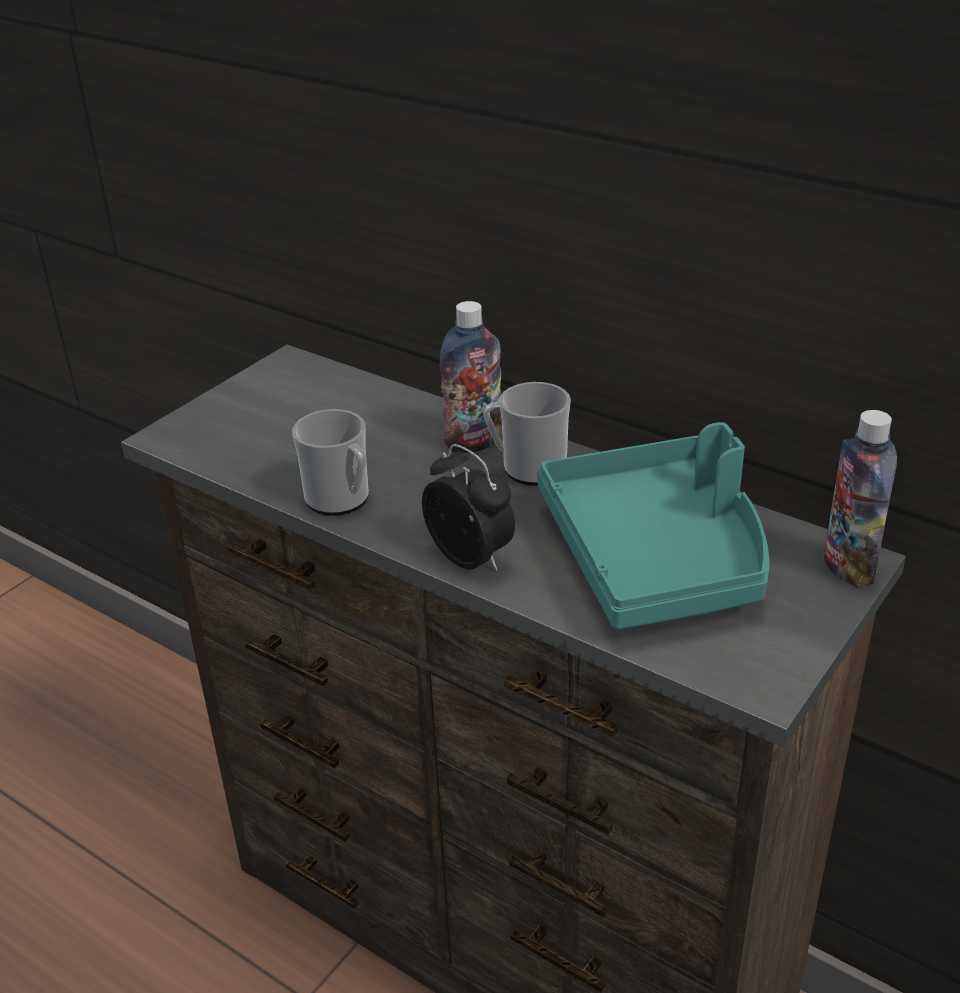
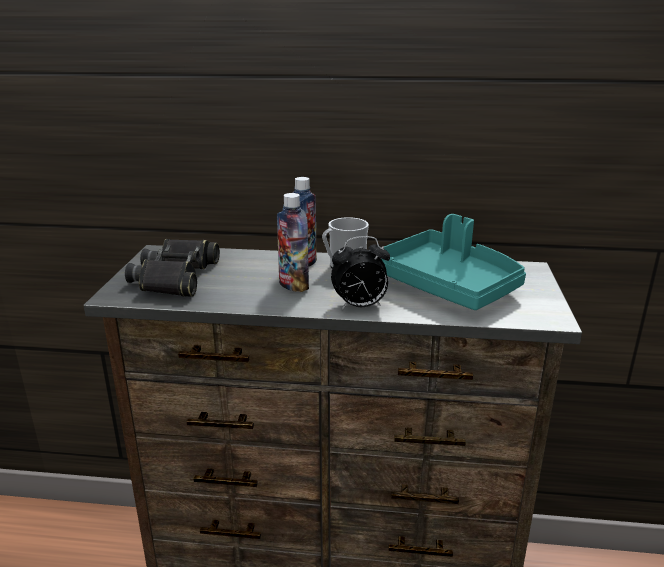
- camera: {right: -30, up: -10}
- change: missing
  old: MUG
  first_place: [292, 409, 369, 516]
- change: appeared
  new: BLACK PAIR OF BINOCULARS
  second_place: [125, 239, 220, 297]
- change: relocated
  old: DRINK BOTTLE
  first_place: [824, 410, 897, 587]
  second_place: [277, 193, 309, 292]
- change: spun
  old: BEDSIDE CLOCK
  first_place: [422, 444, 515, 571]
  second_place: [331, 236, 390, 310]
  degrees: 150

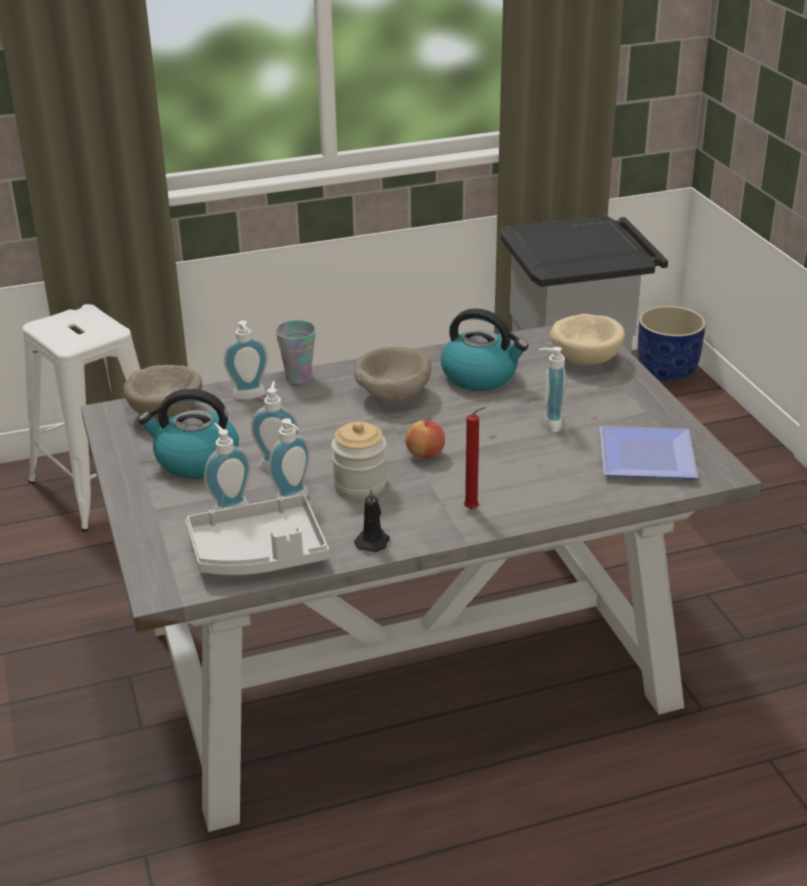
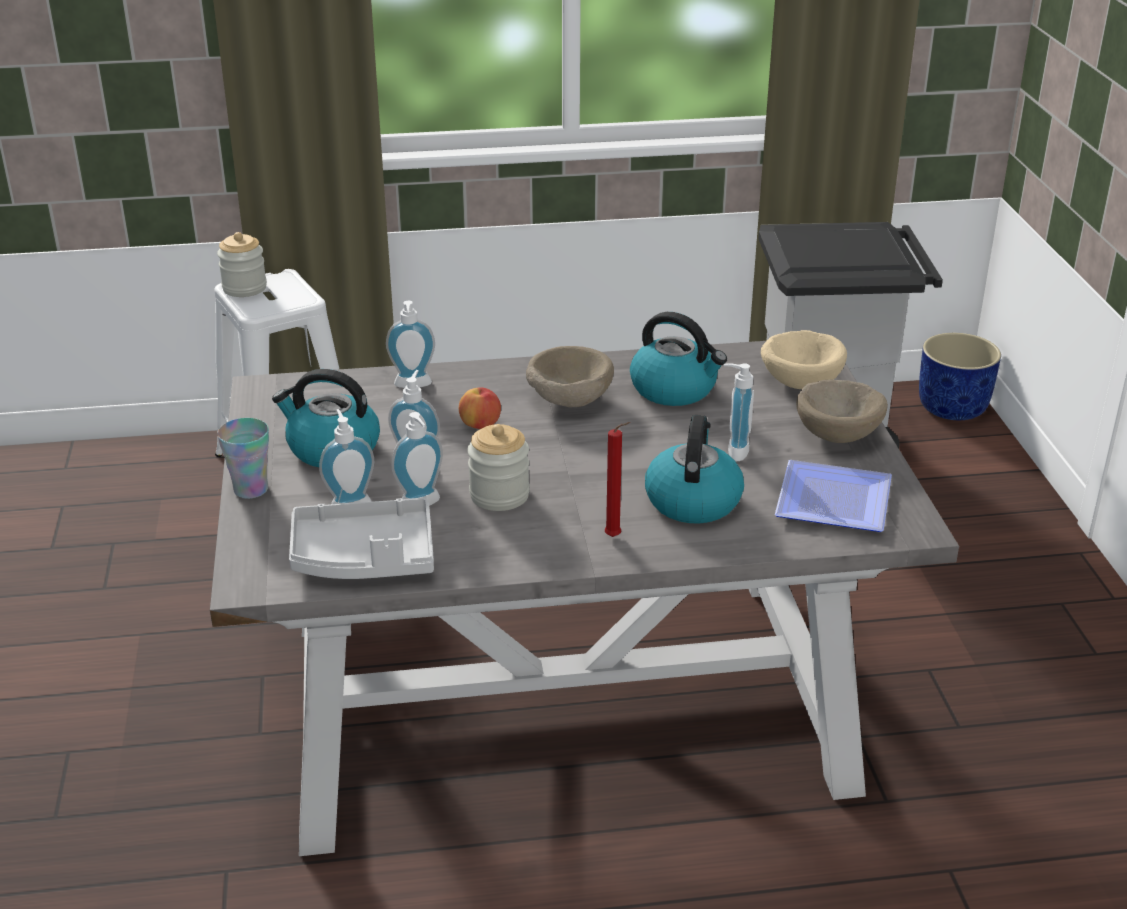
- camera: {right: 10, up: 0}
- change: missing
  old: BLACK CANDLE
  first_place: [354, 488, 390, 552]
- change: appeared
  new: PRESERVE JAR
  second_place: [217, 232, 267, 297]
- change: appeared
  new: TEA KETTLE
  second_place: [645, 415, 744, 523]
- change: relocated
  old: BEIGE-COLOURED DEEP DISH
  first_place: [123, 365, 202, 420]
  second_place: [796, 379, 888, 443]
- change: relocated
  old: DRINKING CUP
  first_place: [276, 320, 316, 384]
  second_place: [217, 418, 269, 499]
- change: relocated
  old: APPLE
  first_place: [405, 420, 445, 458]
  second_place: [459, 387, 501, 429]

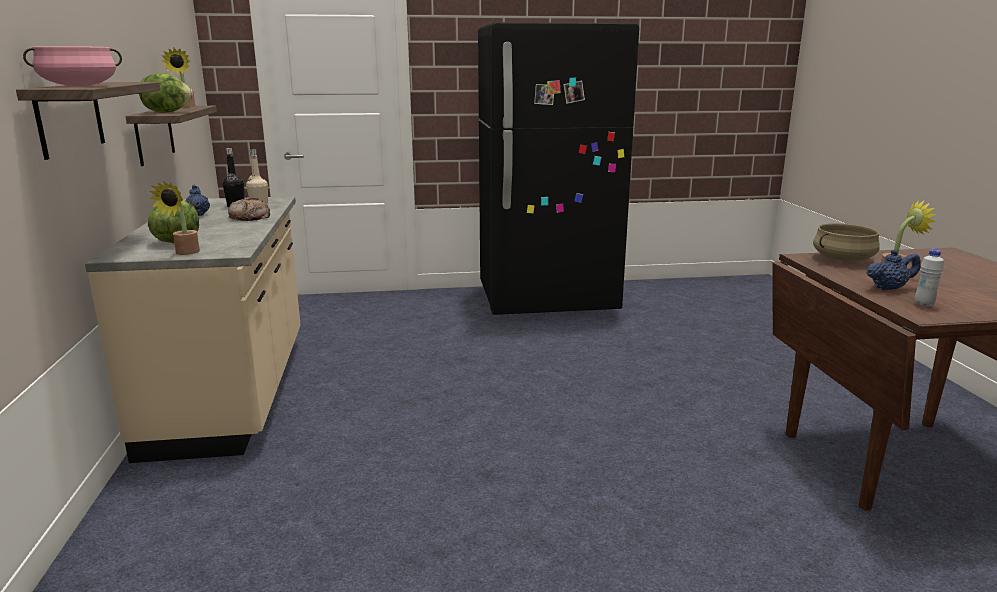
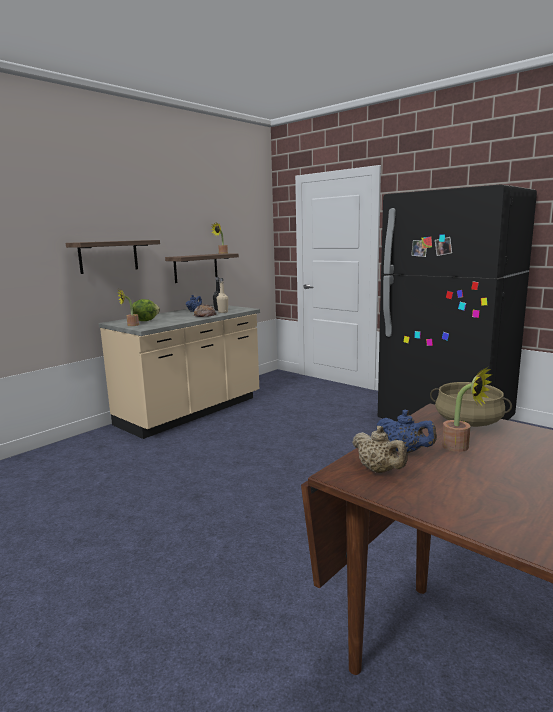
- camera: {right: 50, up: -5}
- change: missing
  old: PINKISH COOKING POT
  first_place: [23, 46, 122, 86]
- change: missing
  old: HEAD OF LETTUCE
  first_place: [139, 73, 193, 113]
- change: exchanged
  old: WHITISH DRINK BOTTLE
  new: BEIGE-COLOURED POT FOR TEA
  first_place: [915, 249, 944, 307]
  second_place: [352, 426, 408, 473]

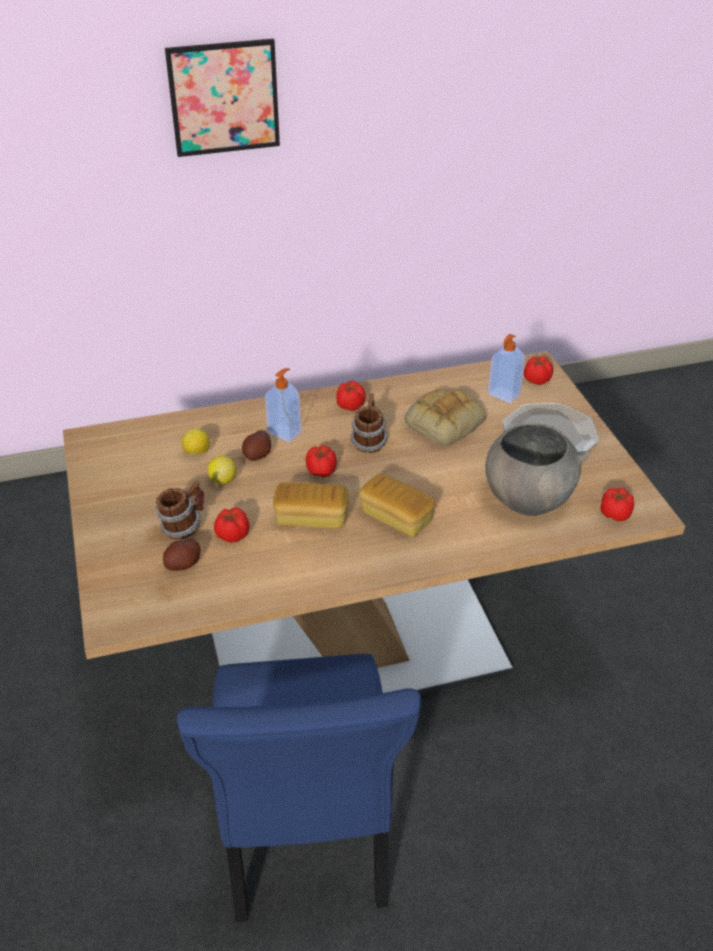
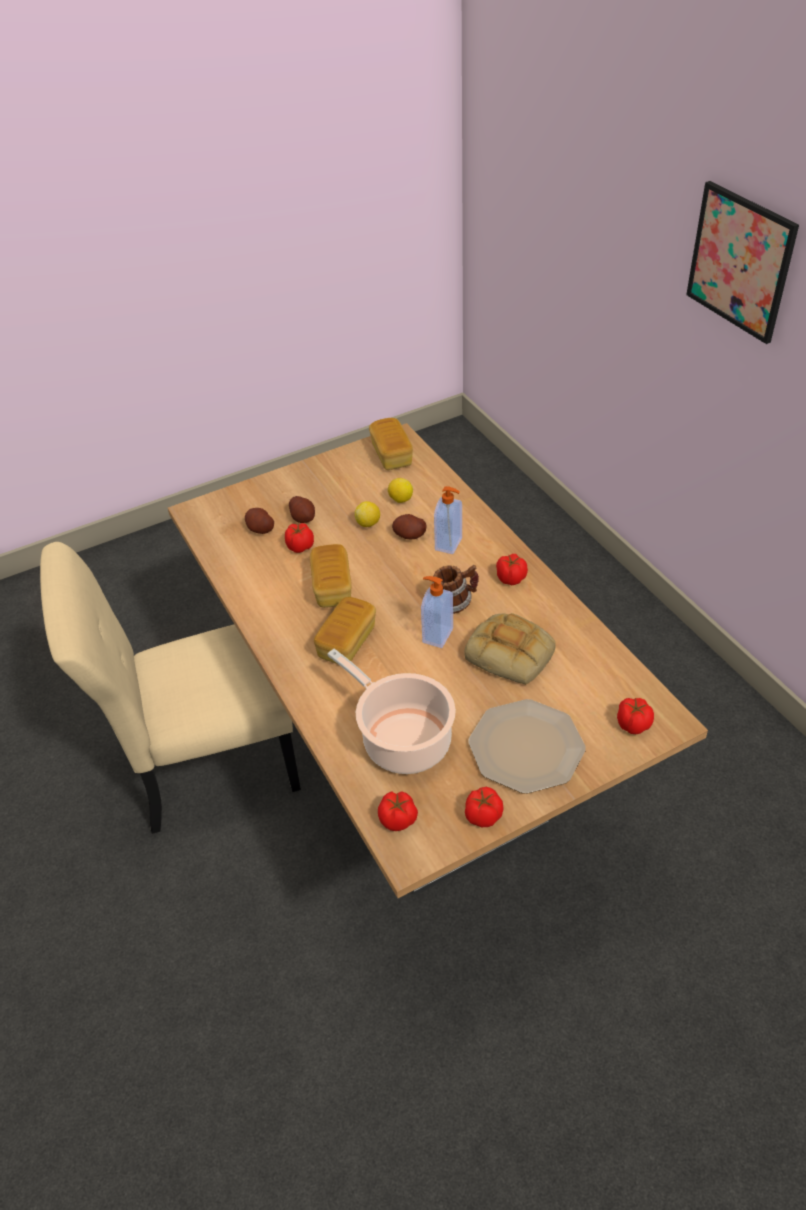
- camera: {right: 80, up: 5}
- change: appeared
  new: BAKERY BREAD
  second_place: [369, 418, 413, 470]
- change: relocated
  old: TOMATO
  first_place: [306, 445, 337, 477]
  second_place: [465, 787, 504, 827]
- change: relocated
  old: SOAP DISPENSER
  first_place: [488, 334, 525, 403]
  second_place: [421, 576, 453, 648]
- change: exchanged
  old: MUG
  new: WHOLE POTATO
  first_place: [156, 481, 204, 540]
  second_place: [289, 496, 315, 523]
- change: exchanged
  old: GREYISH DEEP DISH
  new: COOKING POT
  first_place: [485, 423, 589, 516]
  second_place: [327, 649, 456, 774]
- change: colour
  old: BLUE-COLOURED UPRIGHT CHAIR
  new: BEIGE-COLOURED UPRIGHT CHAIR
  first_place: [177, 654, 421, 922]
  second_place: [40, 542, 301, 834]

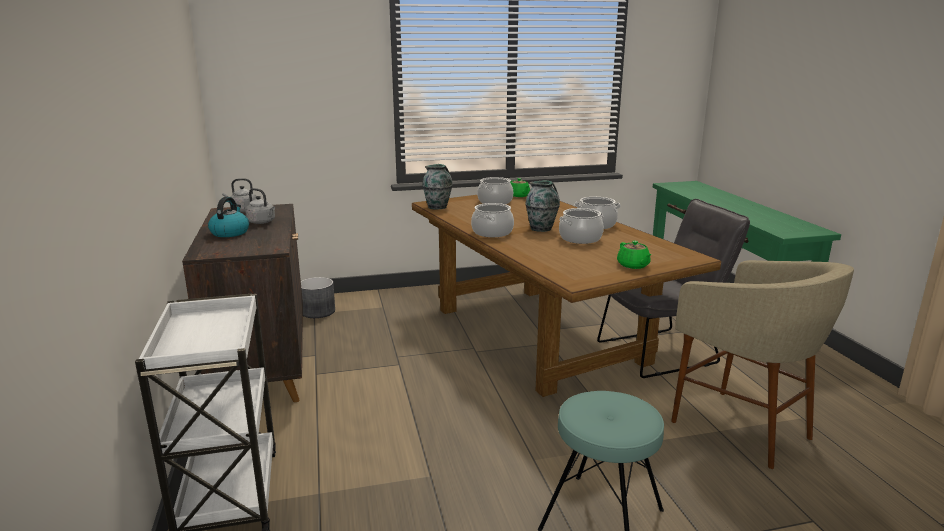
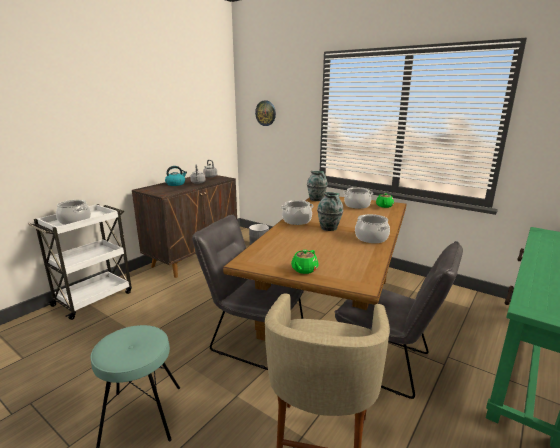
- camera: {right: 50, up: 0}
- change: appeared
  new: GREYISH UPRIGHT CHAIR
  second_place: [192, 215, 304, 370]
- change: appeared
  new: CLOCK ON THE WALL
  second_place: [255, 100, 276, 126]
- change: relocated
  old: COOKING POT
  first_place: [559, 208, 604, 244]
  second_place: [56, 200, 91, 225]

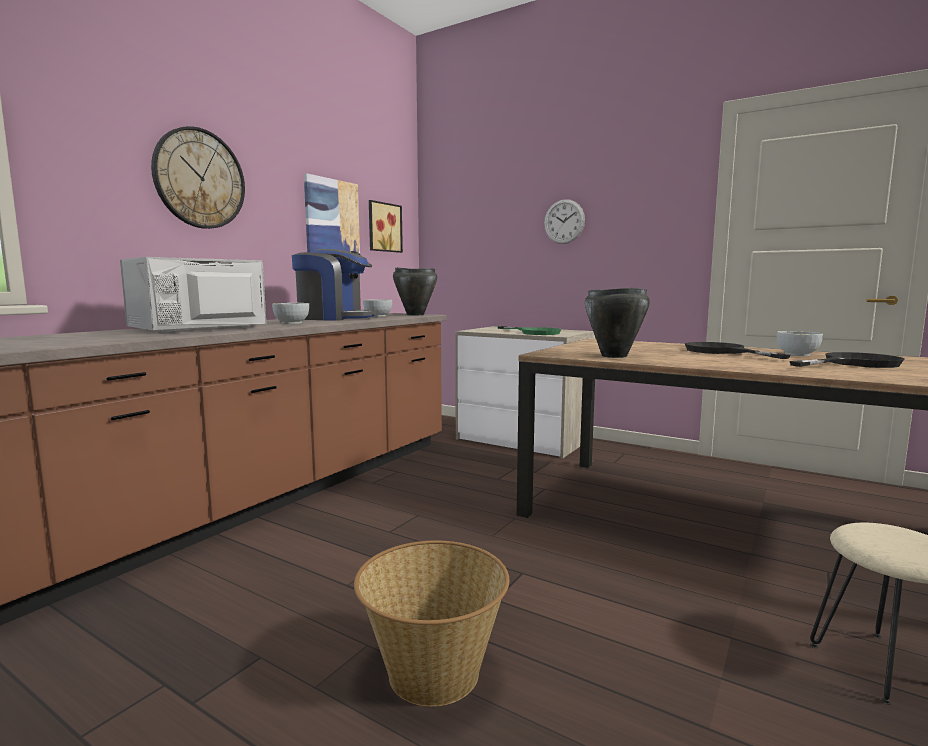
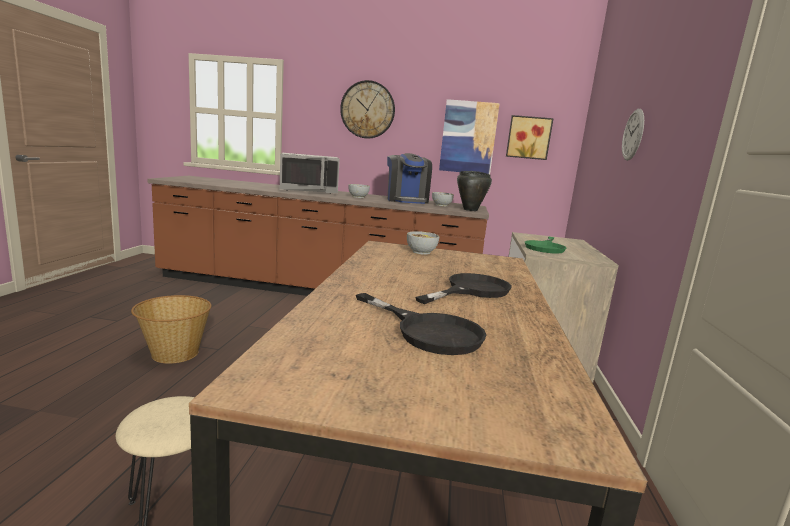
- camera: {right: 65, up: 5}
- change: missing
  old: BLACK COOKING POT
  first_place: [585, 288, 650, 358]
- change: relocated
  old: DEEP DISH
  first_place: [777, 331, 823, 356]
  second_place: [407, 231, 439, 255]
- change: spun
  old: GREYISH KITCHEN MICROWAVE
  first_place: [120, 257, 266, 333]
  second_place: [280, 153, 340, 194]
  degrees: 150

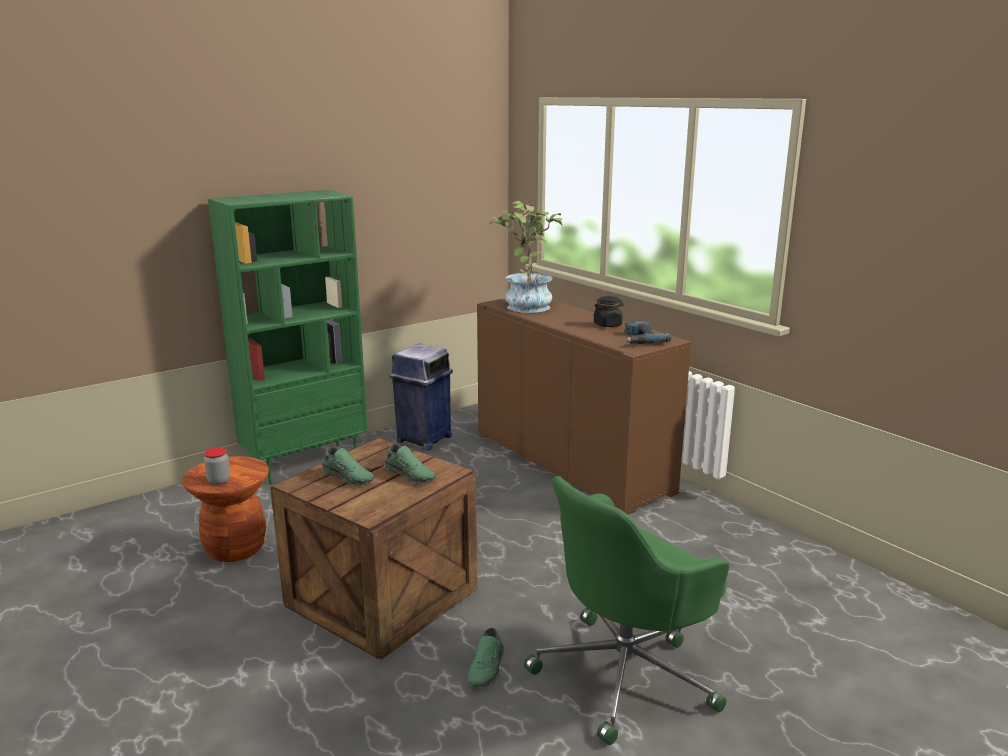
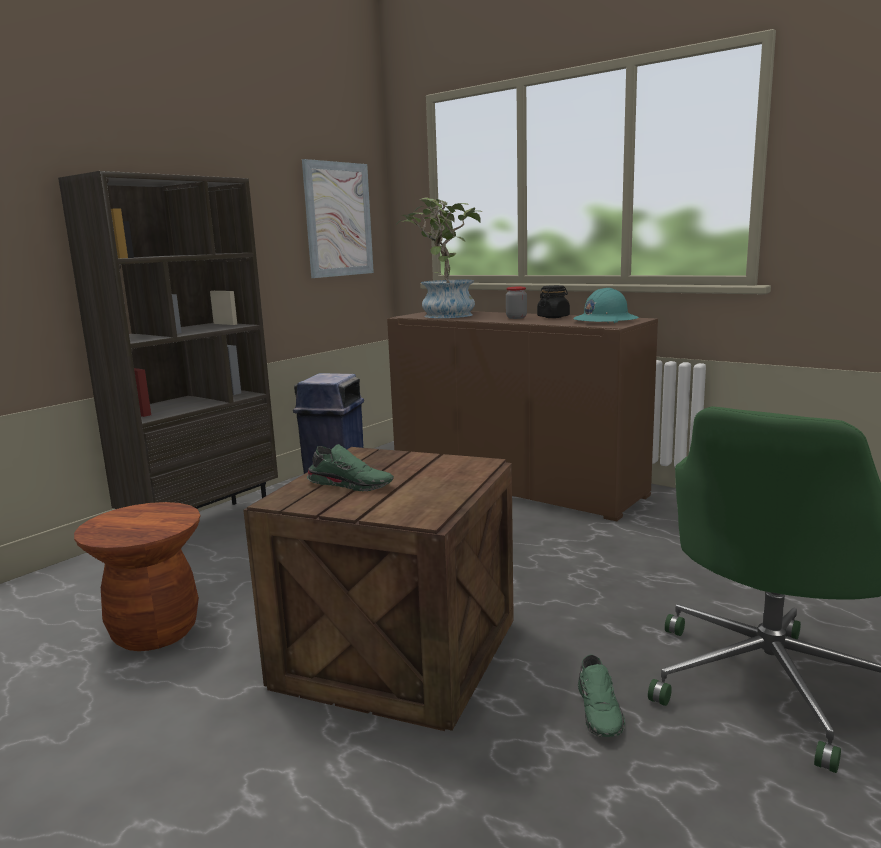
- camera: {right: -15, up: -5}
- change: missing
  old: GREENISH SHOE
  first_place: [384, 444, 436, 484]
- change: appeared
  new: PICTURE
  second_place: [302, 159, 374, 278]
- change: relocated
  old: PRESERVE JAR
  first_place: [204, 447, 230, 485]
  second_place: [506, 287, 527, 319]
- change: exchanged
  old: ELECTRIC DRILL
  new: TURQUOISE HARD HAT
  first_place: [624, 320, 672, 344]
  second_place: [573, 288, 639, 323]
- change: colour
  old: GREENISH SHELVING UNIT
  new: BROWNISH SHELVING UNIT
  first_place: [208, 190, 368, 485]
  second_place: [58, 171, 278, 509]

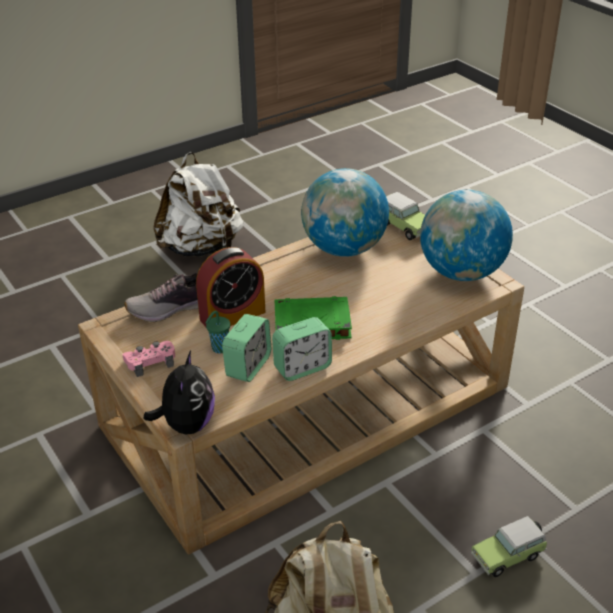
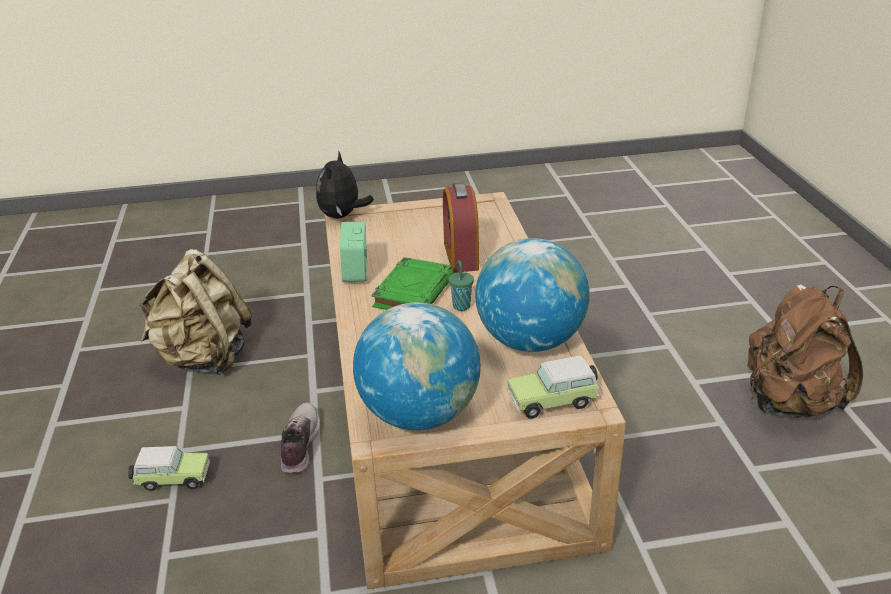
- camera: {right: 115, up: -5}
- change: missing
  old: PINKISH GAMEPAD
  first_place: [123, 341, 175, 377]
- change: missing
  old: BEDSIDE CLOCK
  first_place: [222, 314, 271, 382]
- change: relocated
  old: SHOE
  first_place: [124, 273, 199, 322]
  second_place: [281, 403, 320, 473]
- change: relocated
  old: GREENISH DRINKING CUP
  first_place: [205, 311, 230, 353]
  second_place: [448, 260, 474, 311]
- change: colour
  old: WHITISH BACKPACK
  new: BROWNISH BACKPACK
  first_place: [153, 152, 243, 257]
  second_place: [747, 284, 863, 418]
- change: spun
  old: SOFT TOY
  first_place: [144, 351, 215, 434]
  second_place: [316, 152, 374, 219]
  degrees: 75
- change: spun
  old: MINIATURE CAR
  first_place: [471, 516, 547, 577]
  second_place: [128, 446, 210, 491]
  degrees: 90

